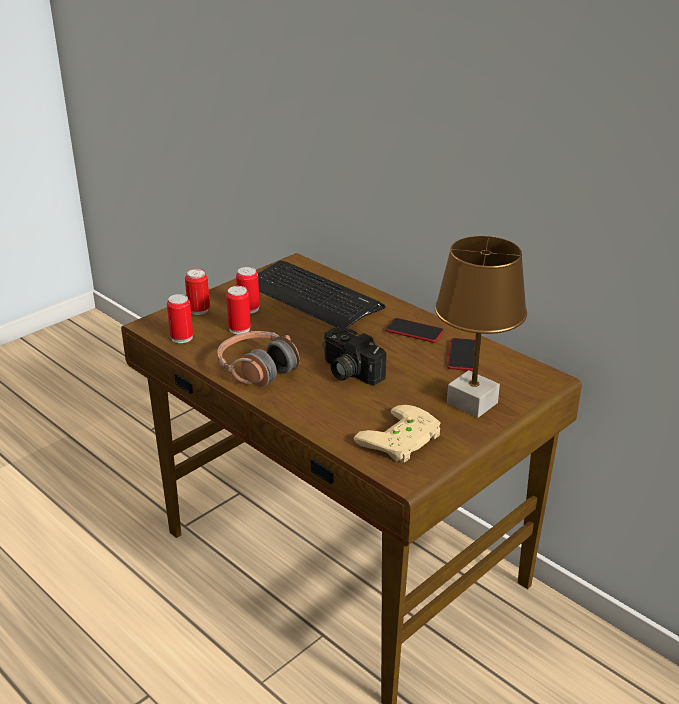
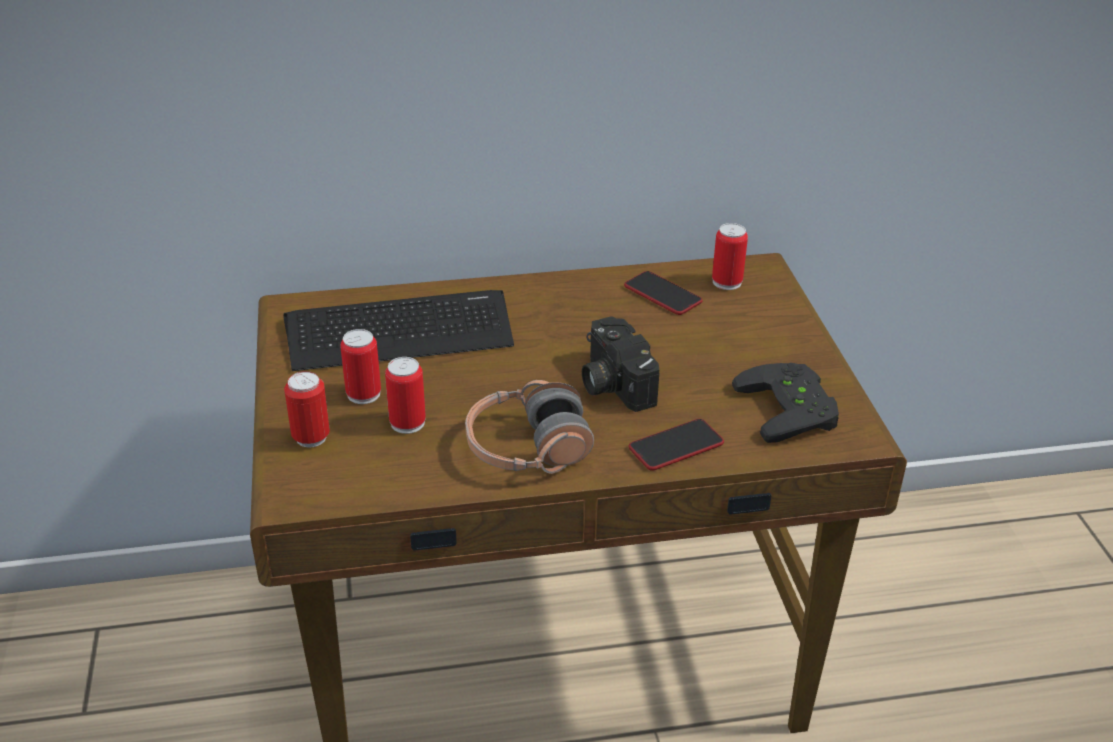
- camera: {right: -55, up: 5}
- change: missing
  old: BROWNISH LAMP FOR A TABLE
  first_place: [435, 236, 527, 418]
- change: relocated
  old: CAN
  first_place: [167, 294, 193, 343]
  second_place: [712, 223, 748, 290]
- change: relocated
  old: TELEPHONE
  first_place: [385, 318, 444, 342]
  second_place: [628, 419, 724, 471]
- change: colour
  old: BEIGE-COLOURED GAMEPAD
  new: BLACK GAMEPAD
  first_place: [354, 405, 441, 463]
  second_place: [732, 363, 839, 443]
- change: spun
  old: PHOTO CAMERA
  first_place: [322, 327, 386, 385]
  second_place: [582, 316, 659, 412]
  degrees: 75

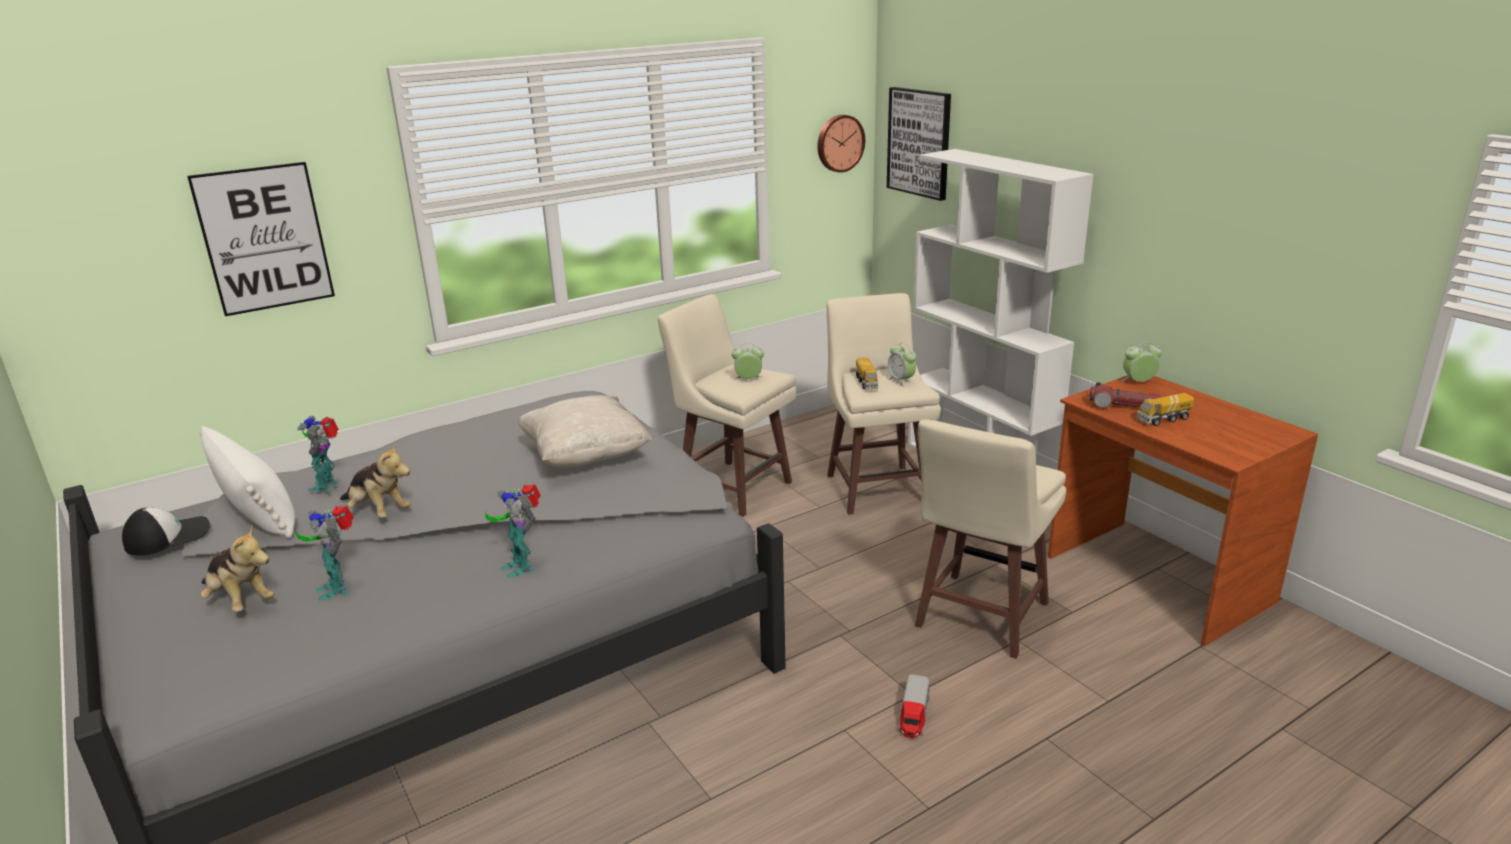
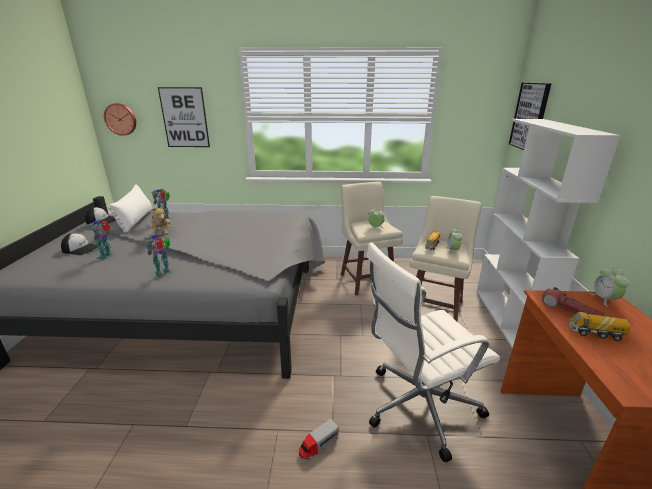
- camera: {right: 35, up: 0}
- change: missing
  old: BEIGE-COLOURED THROW PILLOW
  first_place: [518, 395, 652, 467]
- change: relocated
  old: CLOCK ON THE WALL
  first_place: [817, 115, 865, 173]
  second_place: [104, 103, 136, 136]
- change: exchanged
  old: SOFT TOY
  new: PEAKED CAP
  first_place: [200, 525, 274, 612]
  second_place: [61, 233, 97, 255]
- change: exchanged
  old: BEIGE-COLOURED SITTING STOOL
  new: WHITISH DESK CHAIR
  first_place: [915, 419, 1066, 659]
  second_place: [366, 242, 500, 463]
- change: spun
  old: MODEL ROBOT
  first_place: [485, 484, 541, 578]
  second_place: [145, 233, 172, 277]
  degrees: 45
- change: spun
  old: BEDSIDE CLOCK
  first_place: [1120, 341, 1162, 382]
  second_place: [590, 268, 629, 307]
  degrees: -120

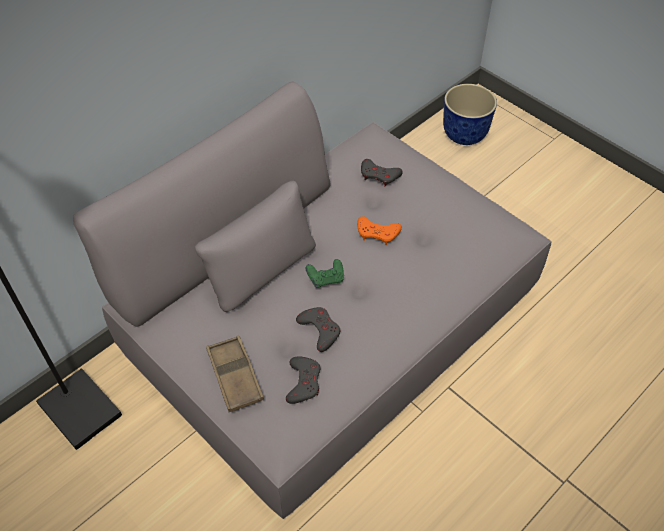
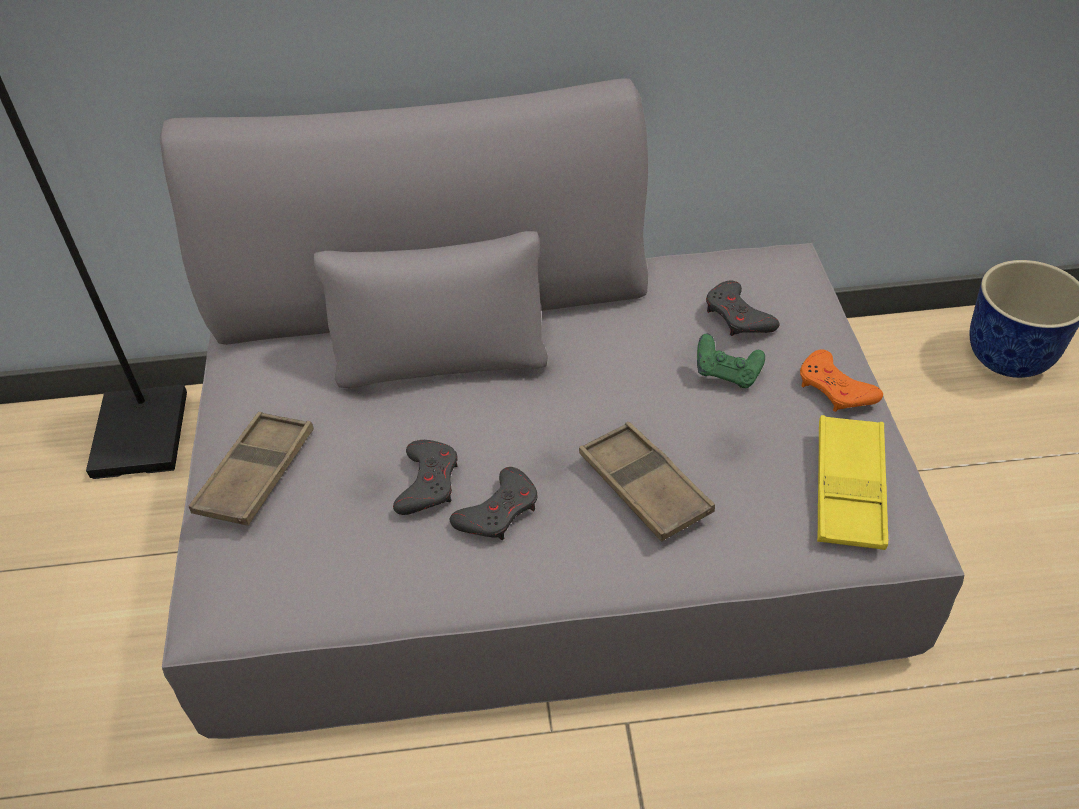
- camera: {right: 40, up: -5}
- change: appeared
  new: BROWNISH SERVING TRAY
  second_place: [579, 422, 715, 541]
- change: appeared
  new: YELLOWISH SERVING TRAY
  second_place: [817, 415, 888, 550]
- change: relocated
  old: GREYISH GAMEPAD
  first_place: [286, 356, 321, 404]
  second_place: [450, 467, 538, 540]
- change: relocated
  old: GREENISH GAMEPAD
  first_place: [305, 259, 344, 288]
  second_place: [697, 334, 765, 388]
- change: relocated
  old: ORANGE GAMEPAD
  first_place: [357, 216, 402, 245]
  second_place: [800, 349, 883, 412]

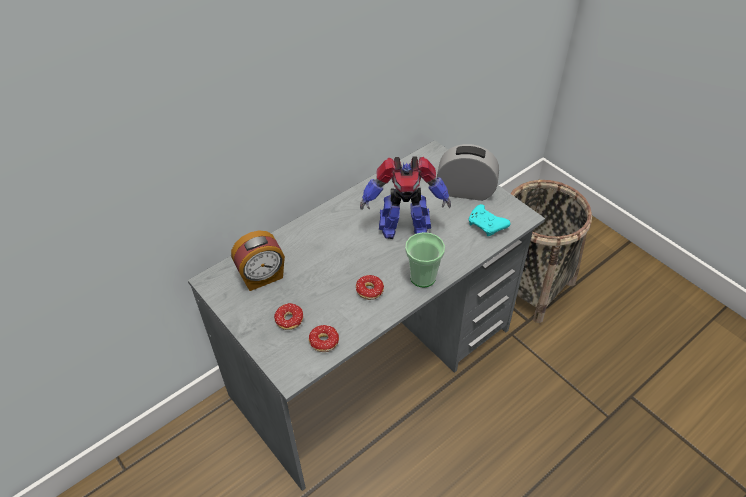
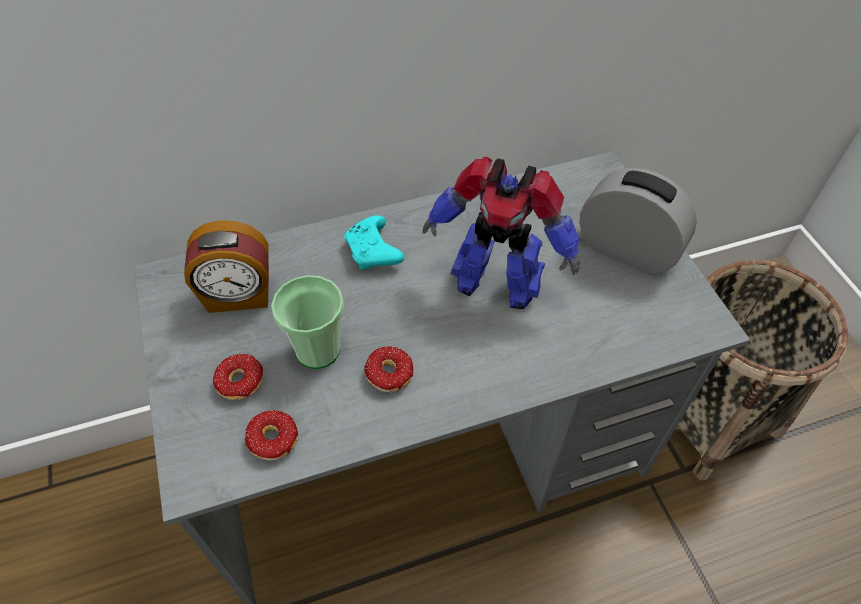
- camera: {right: 20, up: 5}
- change: relocated
  old: DRINKING CUP
  first_place: [405, 232, 445, 287]
  second_place: [271, 275, 344, 369]
- change: relocated
  old: TURQUOISE GAMEPAD
  first_place: [469, 204, 511, 236]
  second_place: [344, 215, 404, 269]

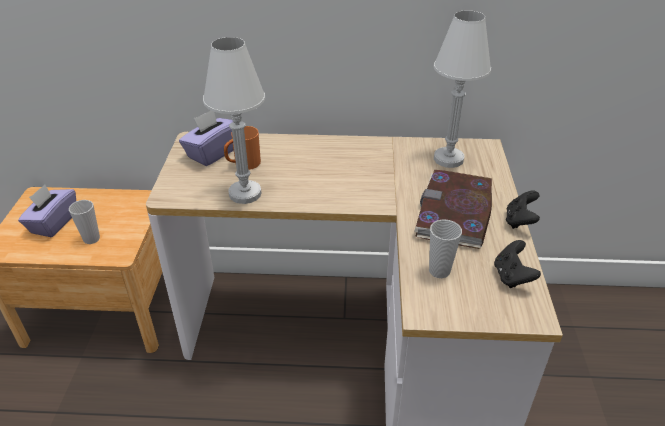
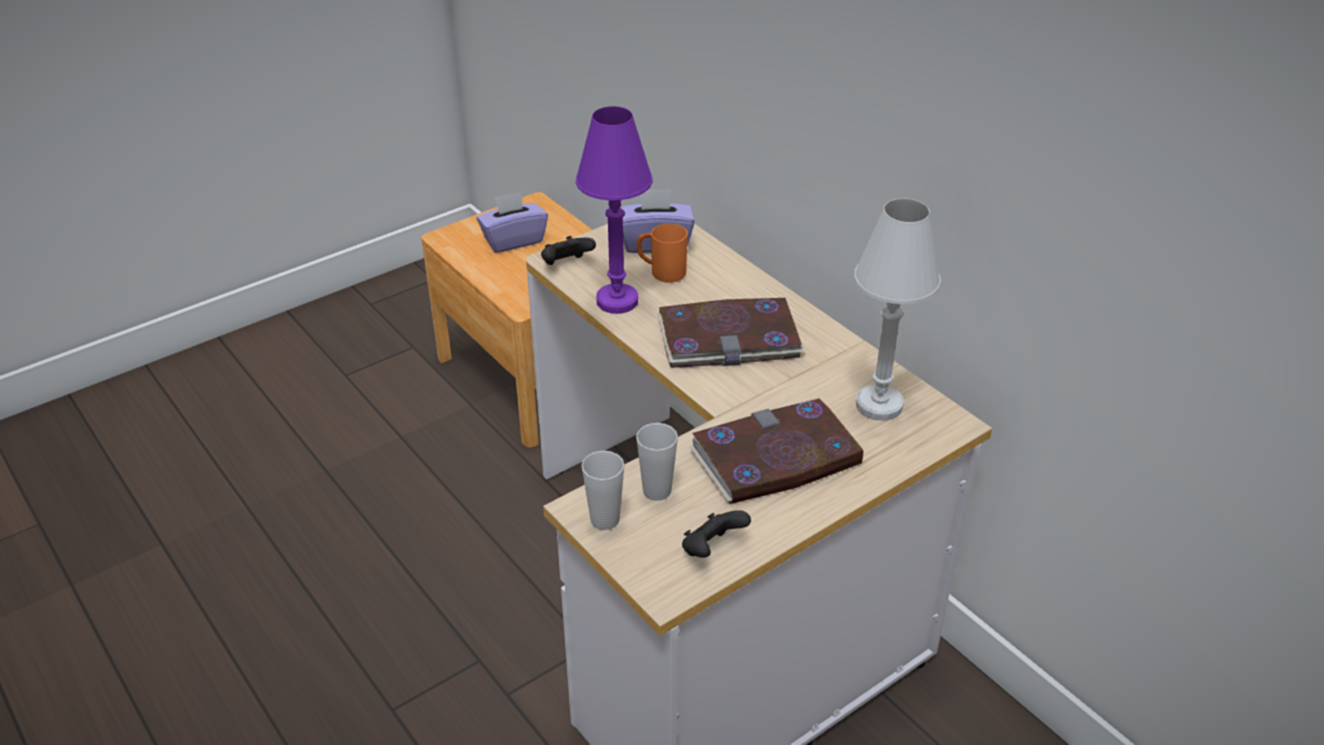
- camera: {right: 50, up: 0}
- change: appeared
  new: BOOK
  second_place: [657, 298, 805, 368]
- change: relocated
  old: DRINKING CUP
  first_place: [69, 200, 100, 244]
  second_place: [581, 450, 624, 530]
- change: relocated
  old: BLACK GAMEPAD
  first_place: [506, 190, 540, 229]
  second_place: [541, 236, 596, 265]
- change: colour
  old: WHITISH LAMP FOR A TABLE
  new: PURPLE LAMP FOR A TABLE
  first_place: [203, 37, 265, 204]
  second_place: [576, 106, 653, 314]

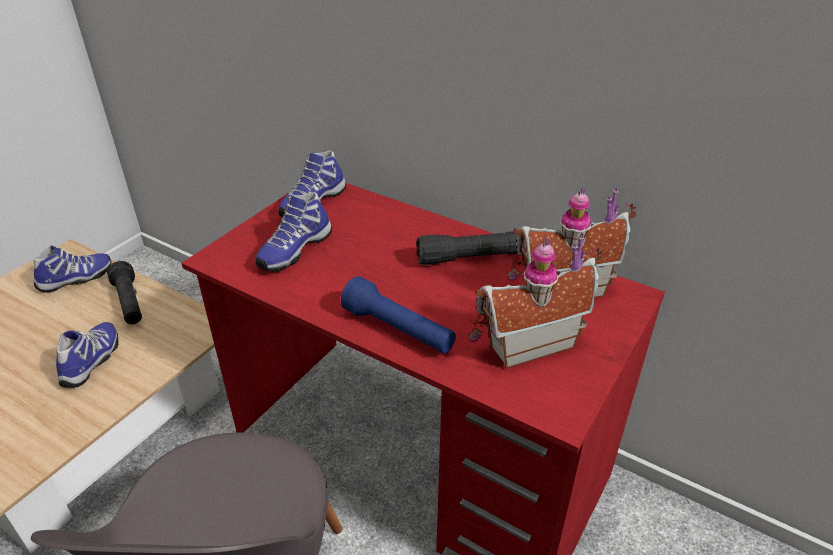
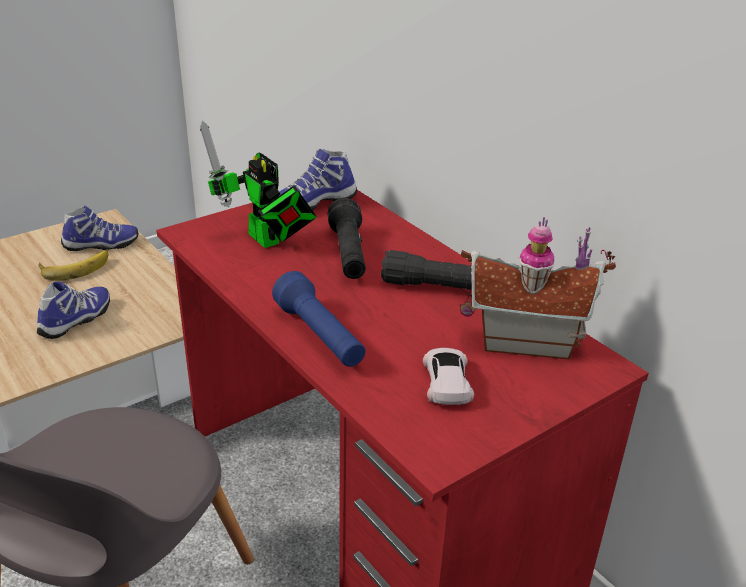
- camera: {right: 20, up: -5}
- change: appeared
  new: WHOLE BANANA
  second_place: [38, 251, 108, 281]
- change: relocated
  old: BLACK FLASHLIGHT
  first_place: [107, 261, 142, 324]
  second_place: [327, 198, 366, 279]
- change: exchanged
  old: SHOE
  new: MODEL ROBOT
  first_place: [256, 192, 332, 272]
  second_place: [200, 121, 316, 248]
- change: exchanged
  old: MINIATURE HOUSE
  new: WHITISH MINIATURE CAR
  first_place: [468, 233, 603, 369]
  second_place: [423, 348, 474, 405]

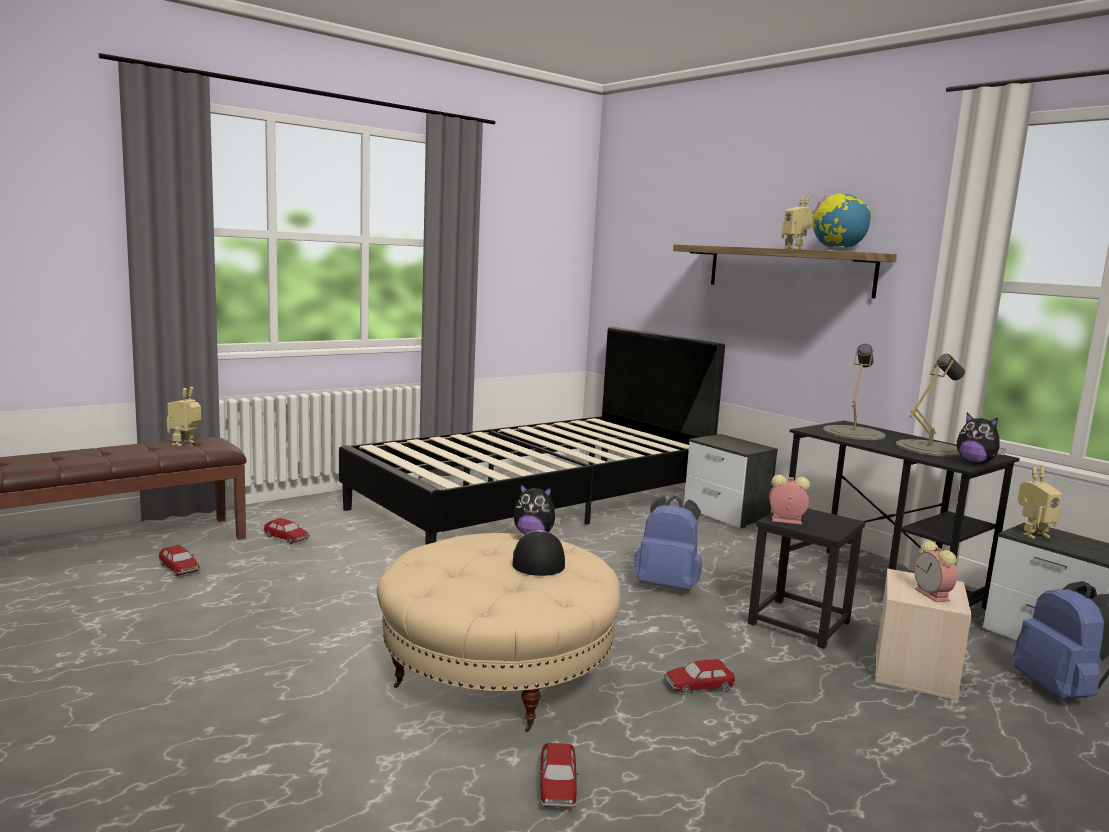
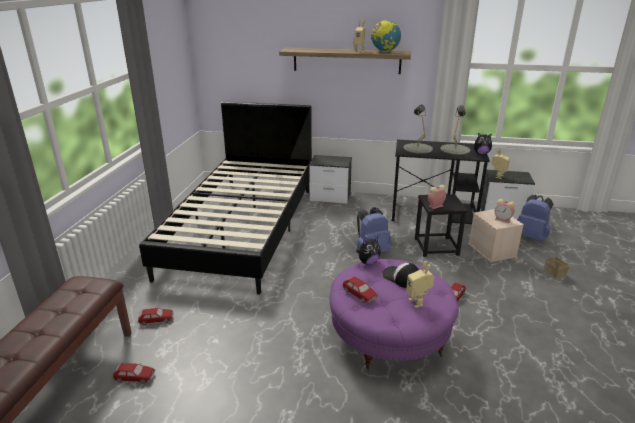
- camera: {right: -40, up: 15}
- change: appeared
  new: HOUSEHOLD BASKET
  second_place: [544, 243, 572, 280]
- change: relocated
  old: MODEL ROBOT
  first_place: [167, 387, 201, 446]
  second_place: [406, 261, 434, 308]
- change: relocated
  old: MINIATURE CAR
  first_place: [539, 743, 579, 808]
  second_place: [342, 277, 378, 303]
- change: colour
  old: BEIGE-COLOURED POUFFE
  new: PURPLE POUFFE
  first_place: [377, 533, 620, 732]
  second_place: [329, 259, 459, 371]

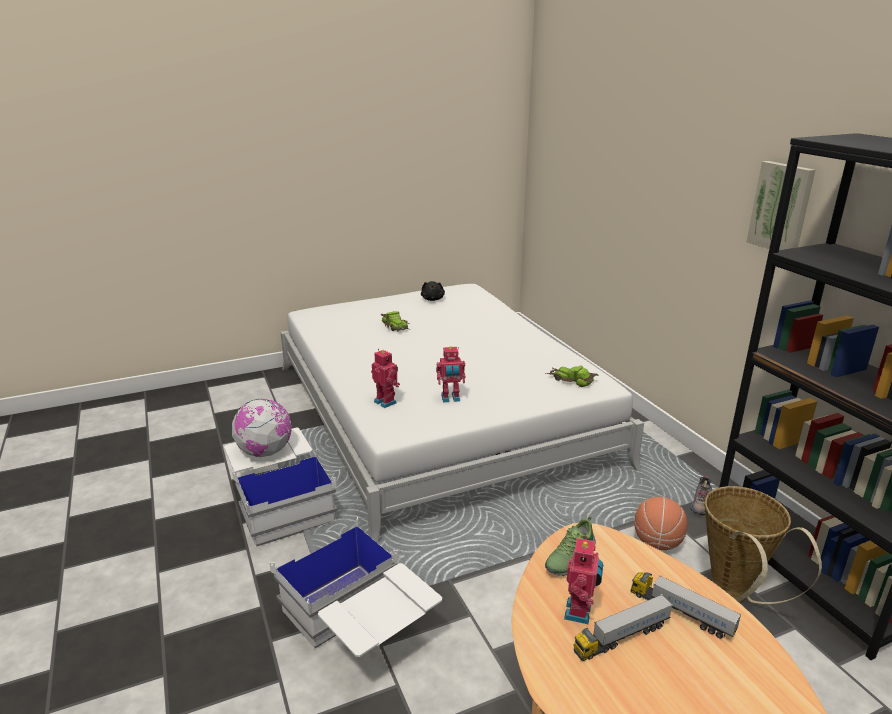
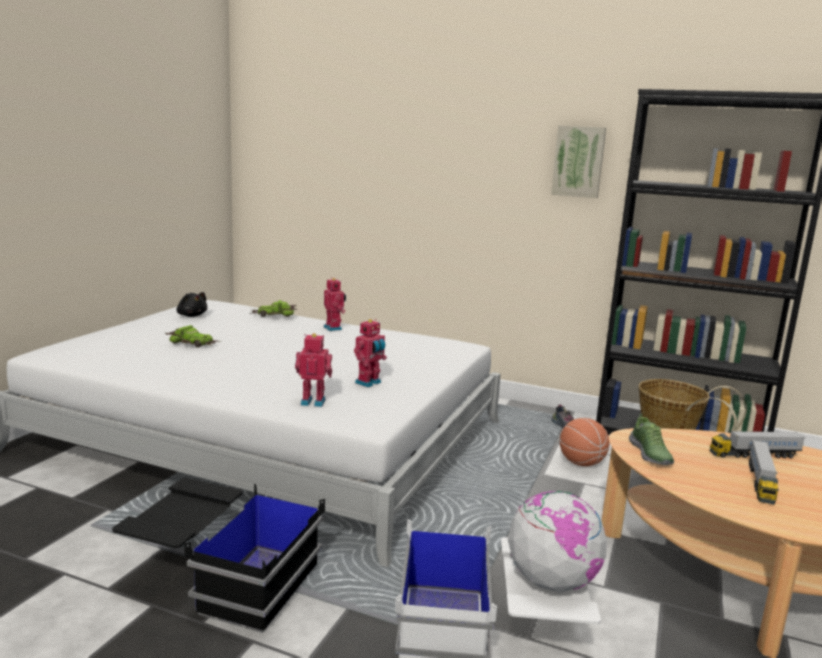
- camera: {right: -45, up: -10}
- change: relocated
  old: WORLD GLOBE
  first_place: [232, 399, 292, 457]
  second_place: [508, 491, 607, 593]
- change: relocated
  old: MINIATURE CAR
  first_place: [546, 365, 598, 387]
  second_place: [252, 300, 297, 317]
- change: relocated
  old: MODEL ROBOT
  first_place: [564, 536, 603, 624]
  second_place: [324, 277, 346, 331]
- change: colour
  old: WHITISH STORAGE BOX
  new: BLACK STORAGE BOX
  first_place: [224, 427, 337, 546]
  second_place: [112, 478, 325, 633]

